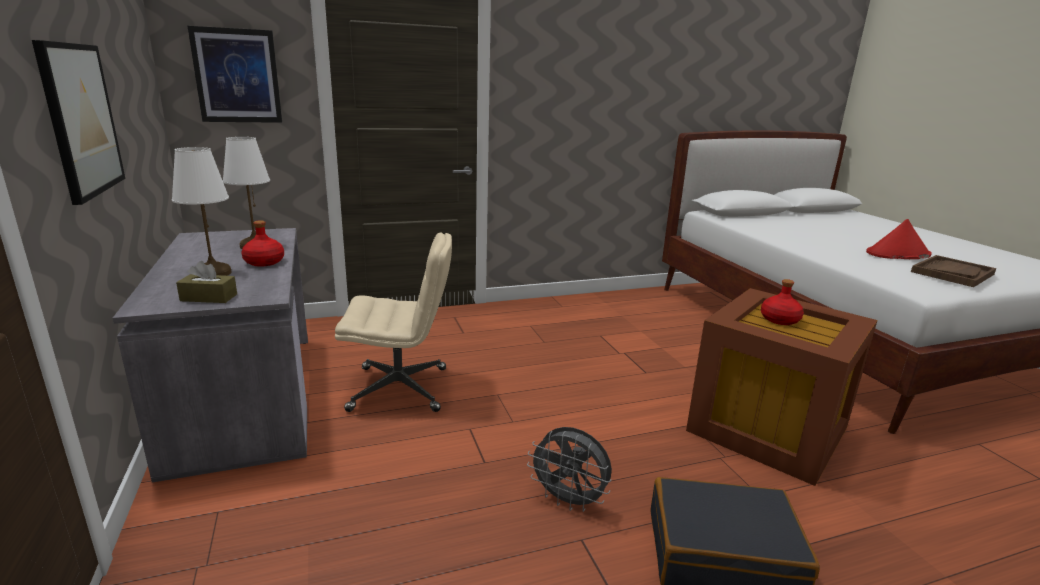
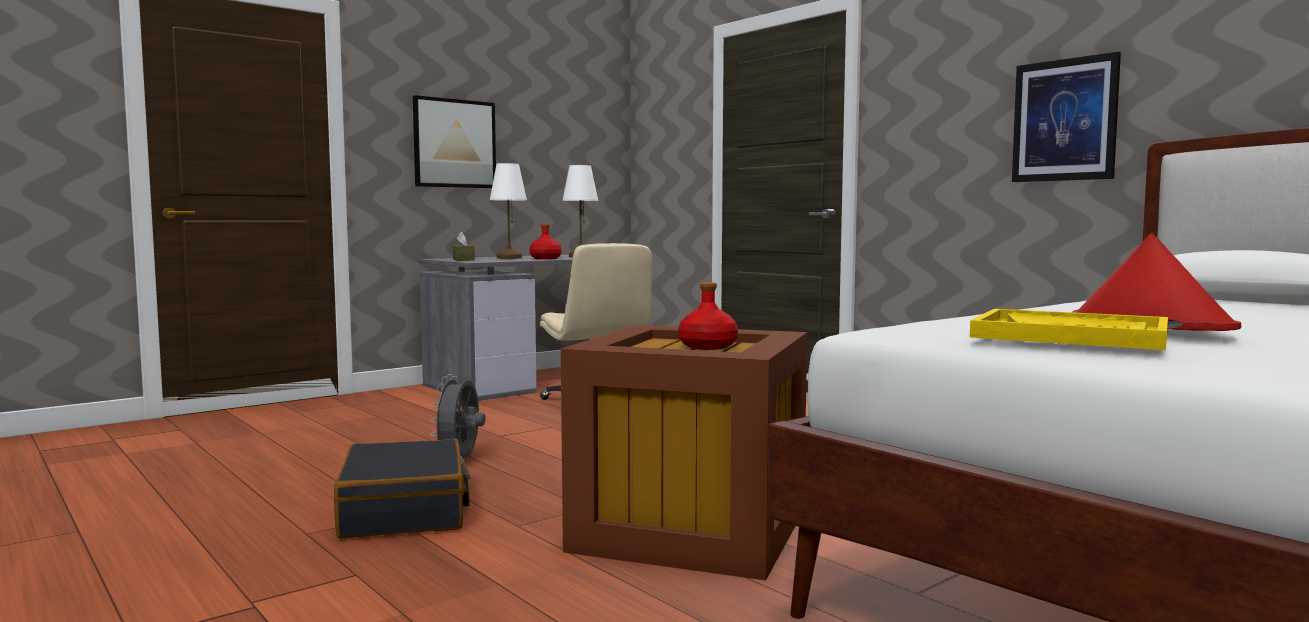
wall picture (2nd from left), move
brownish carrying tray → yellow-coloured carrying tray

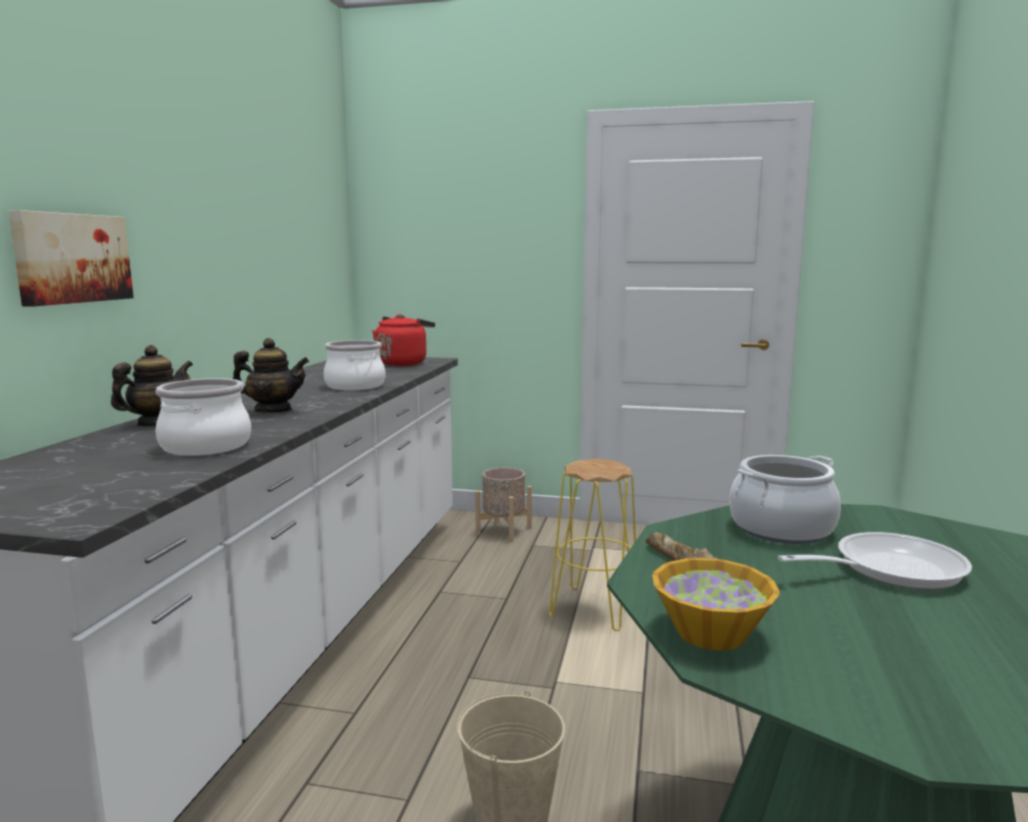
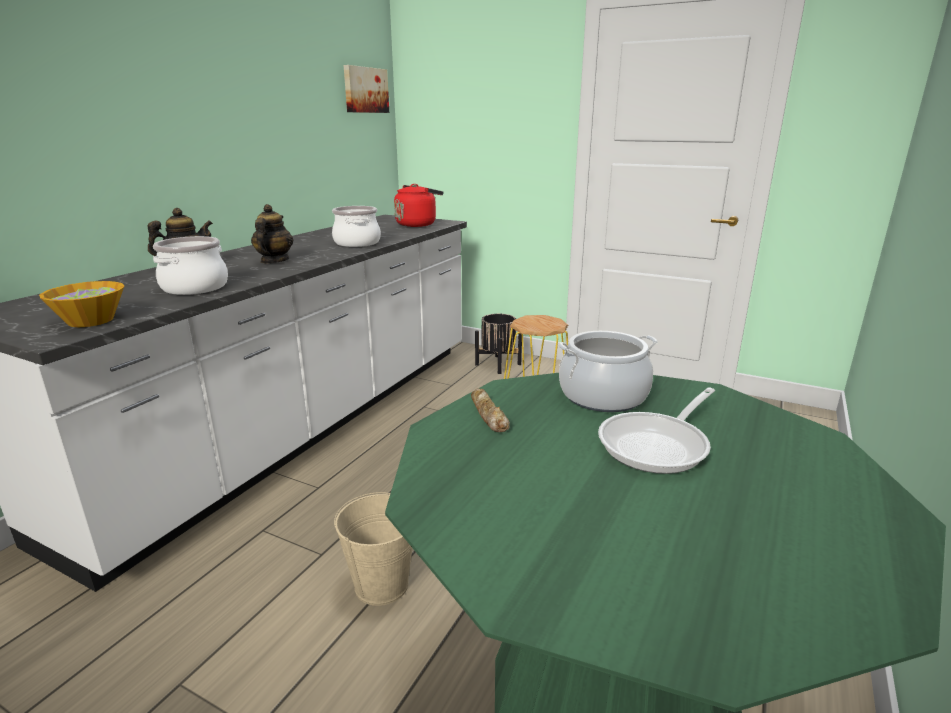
wall picture, move
deep dish, move
beige-coloured planter → blackish planter
pot for tea (2nd from left), 105 degrees counterclockwise
pan, 135 degrees clockwise

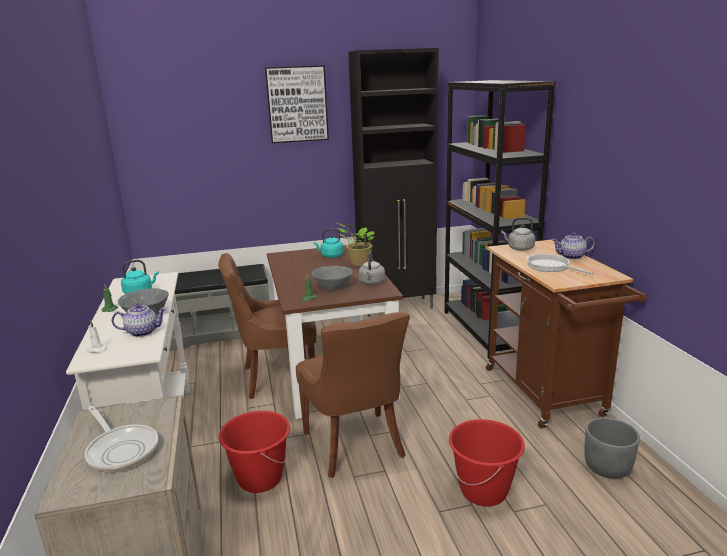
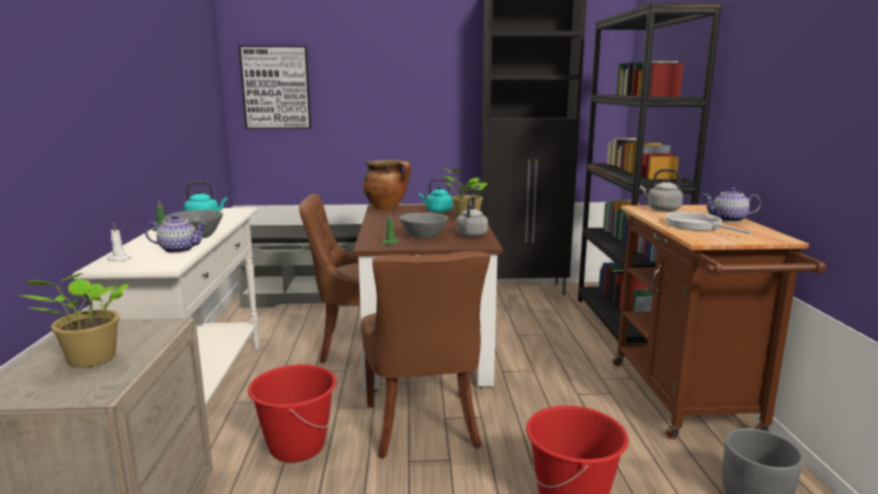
- → stockpot
wall picture, move
pan (1st from left) → plant in a pot (1st from left)

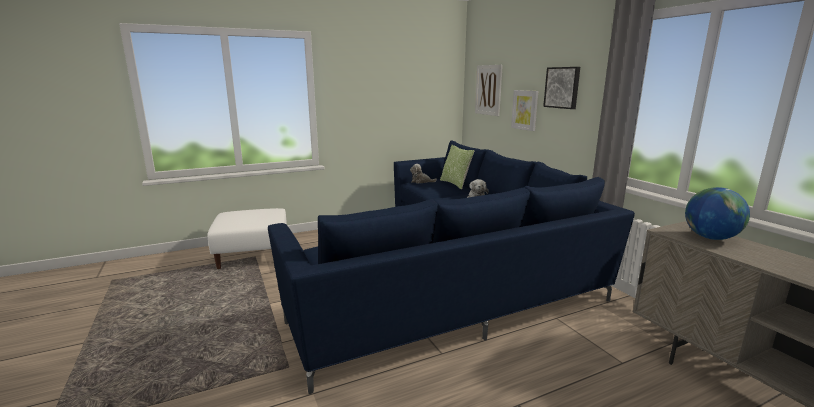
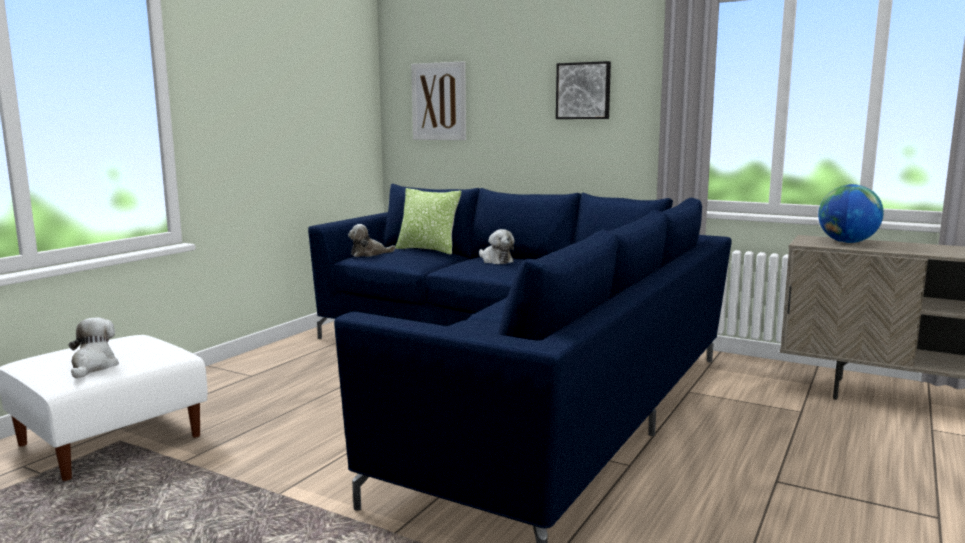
wall picture (2nd from left) → -
- → cuddly toy (1st from left)

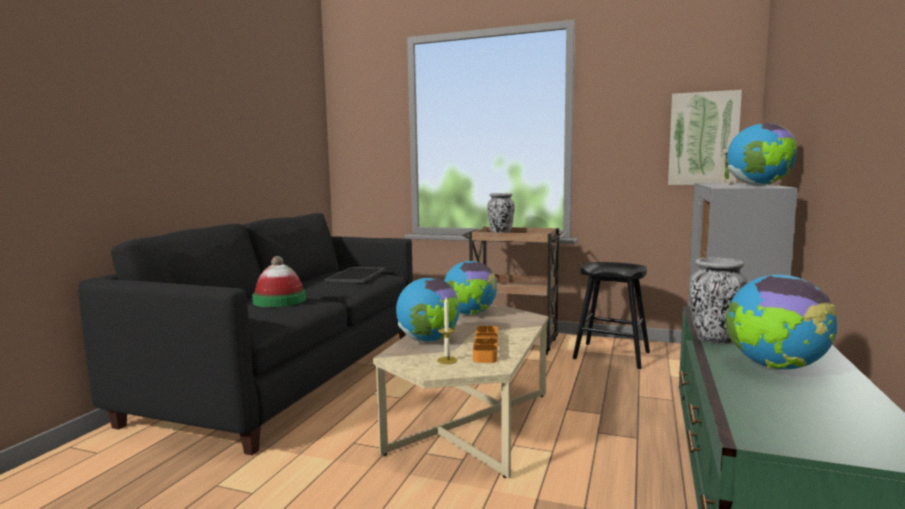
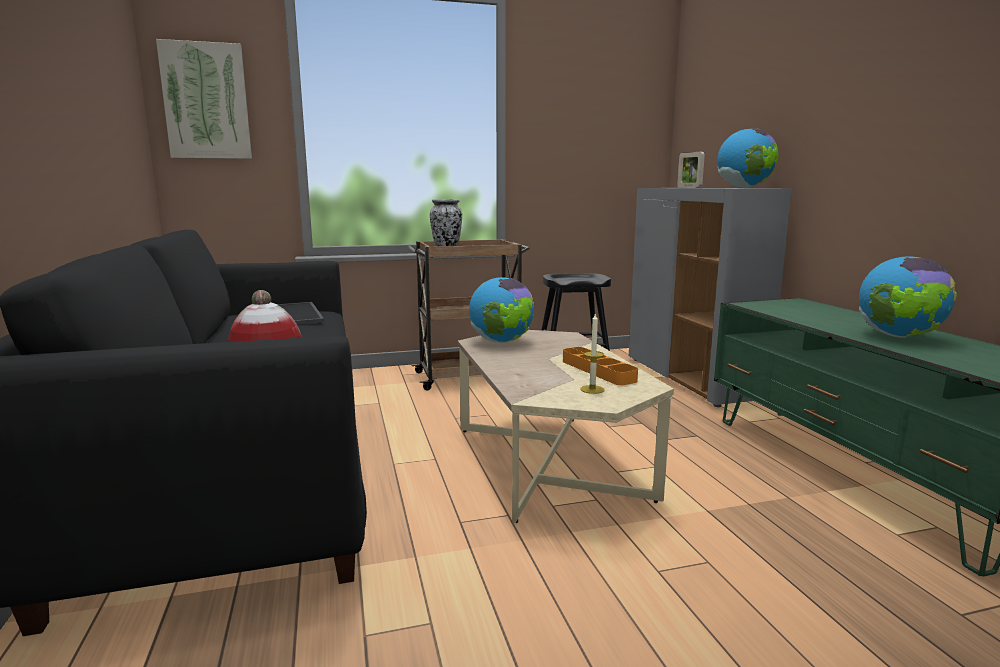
desk globe (1st from left) → -
vase (2nd from left) → -
wall picture, move

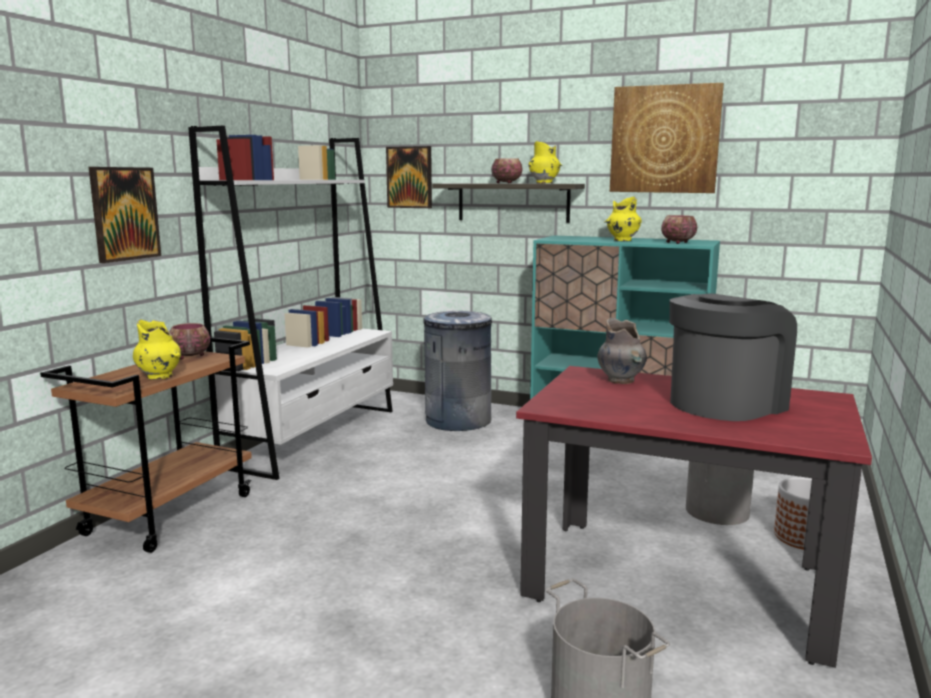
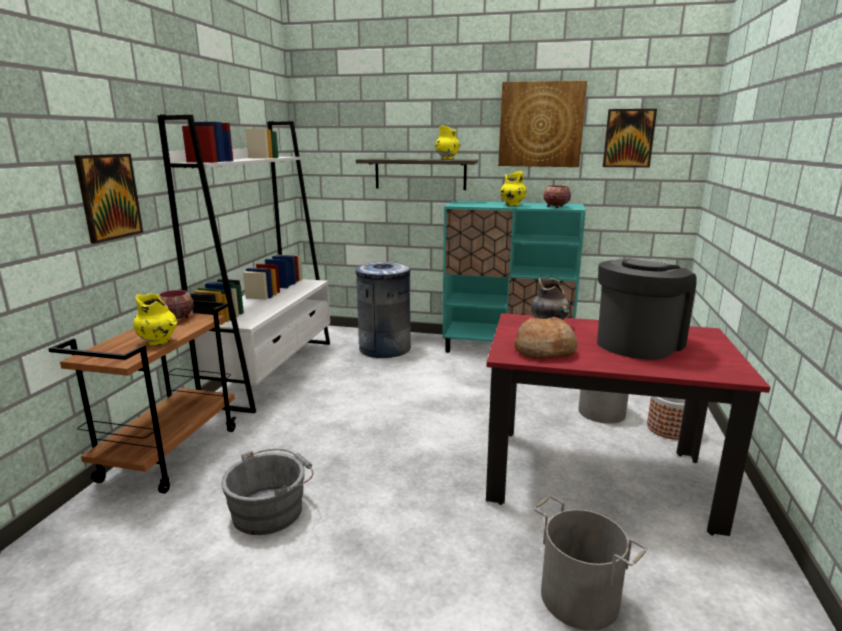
deep dish (2nd from left) → -
- → greyish water bucket (1st from left)
- → bakery bread
wall picture (2nd from left in the first image) → wall picture (3rd from left), move

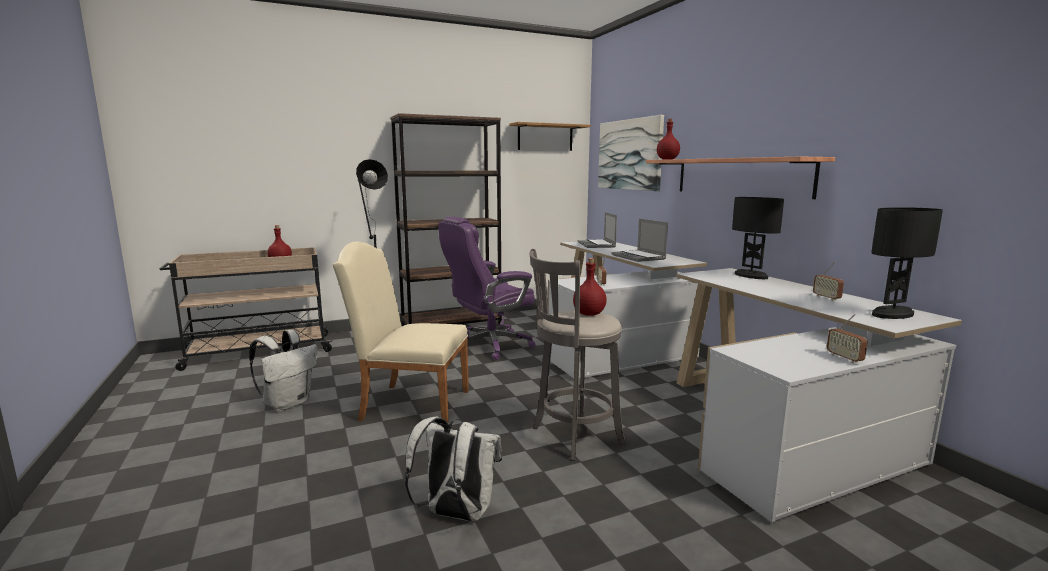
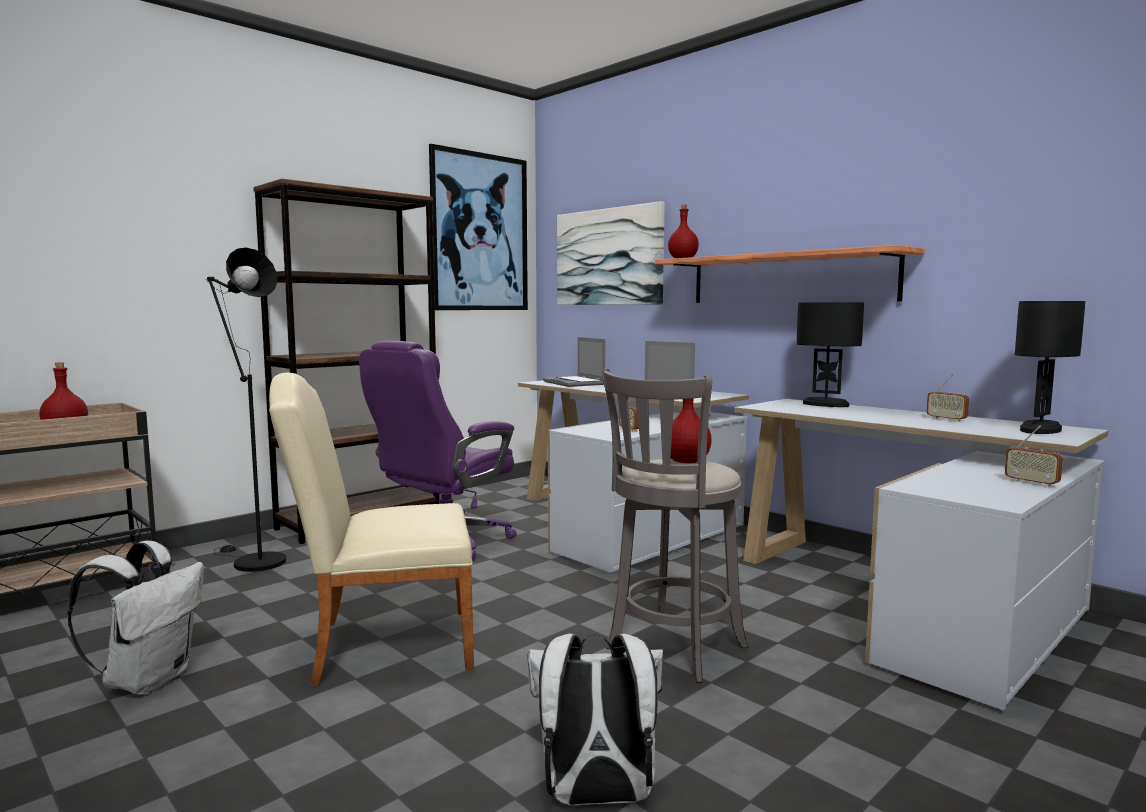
wall shelf (1st from left) → wall picture (1st from left)

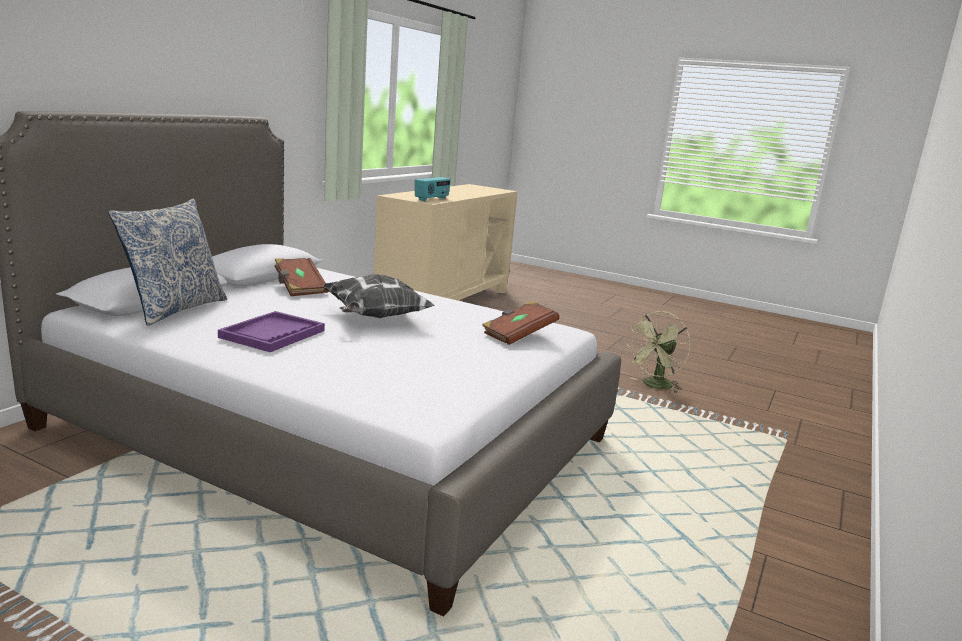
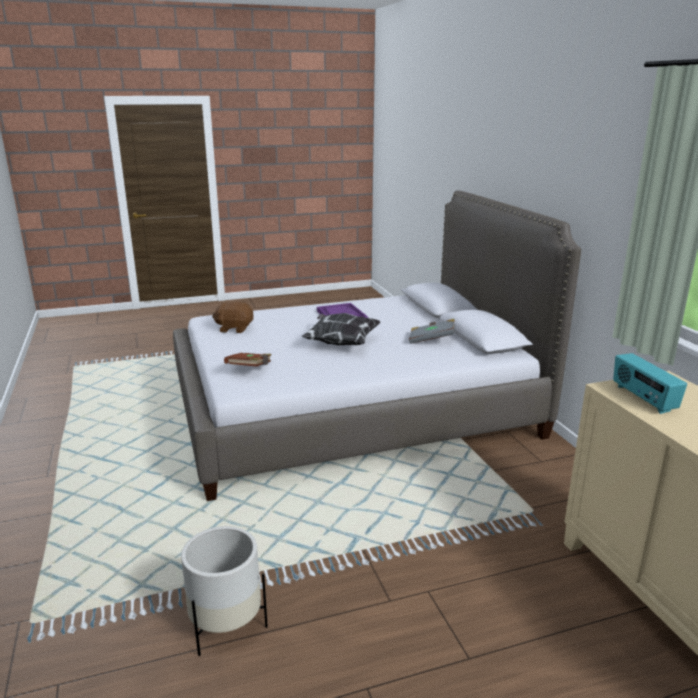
cushion (1st from left) → -
- → brownish cuddly toy
green-coloured cooling fan → white-coloured planter
brownish bound book (1st from left) → greyish bound book

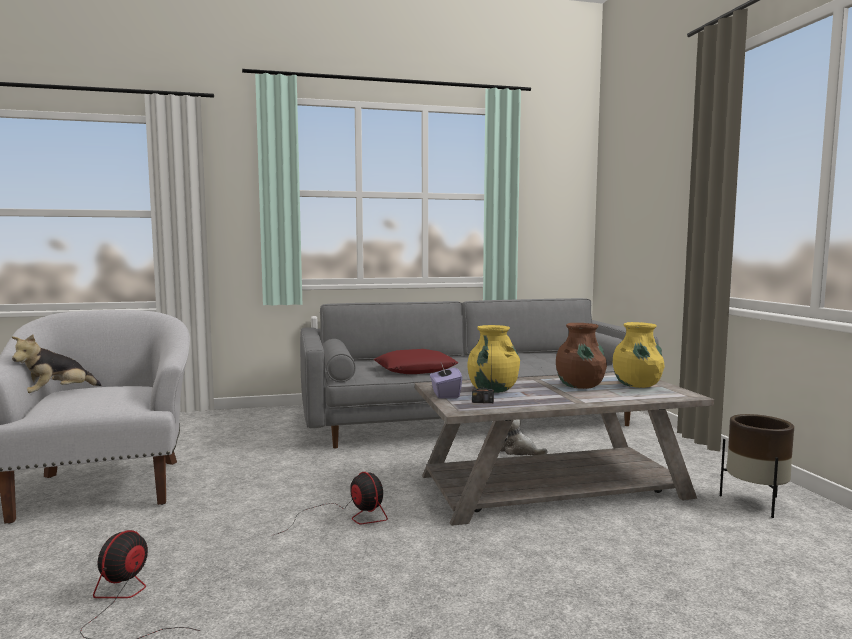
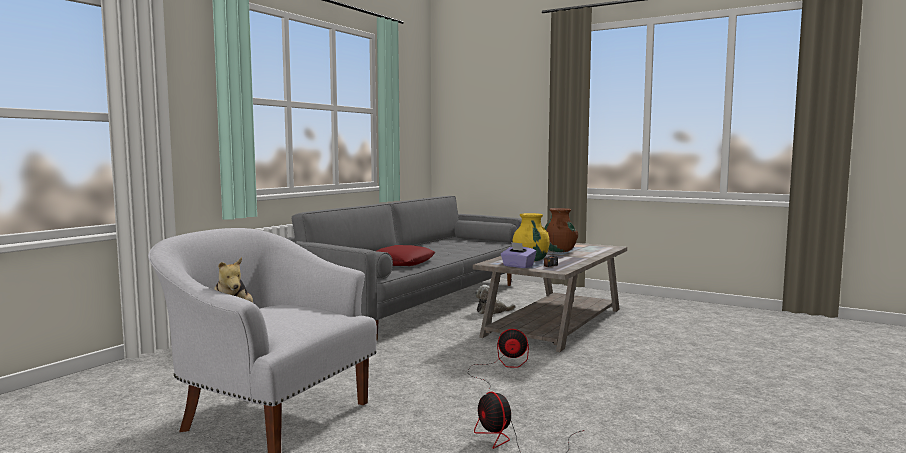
yellow-coloured vase (2nd from left) → -
brownish planter → -

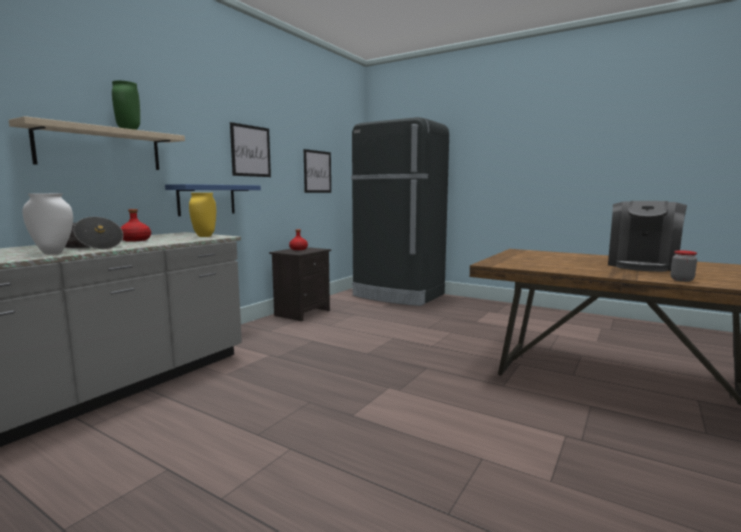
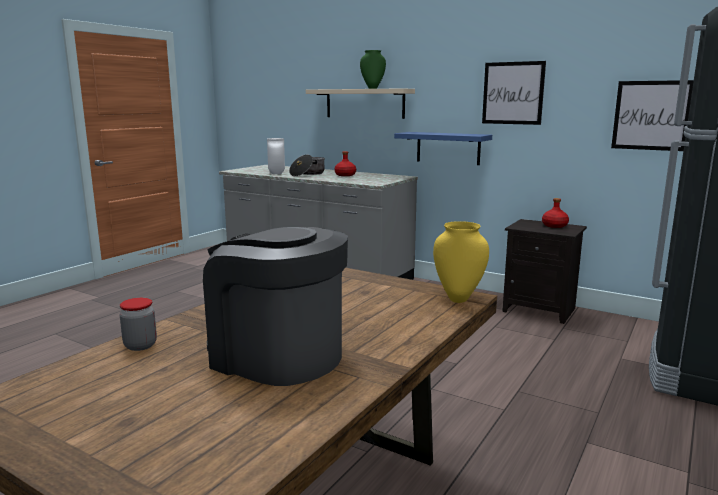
yellow-coloured vase, move

